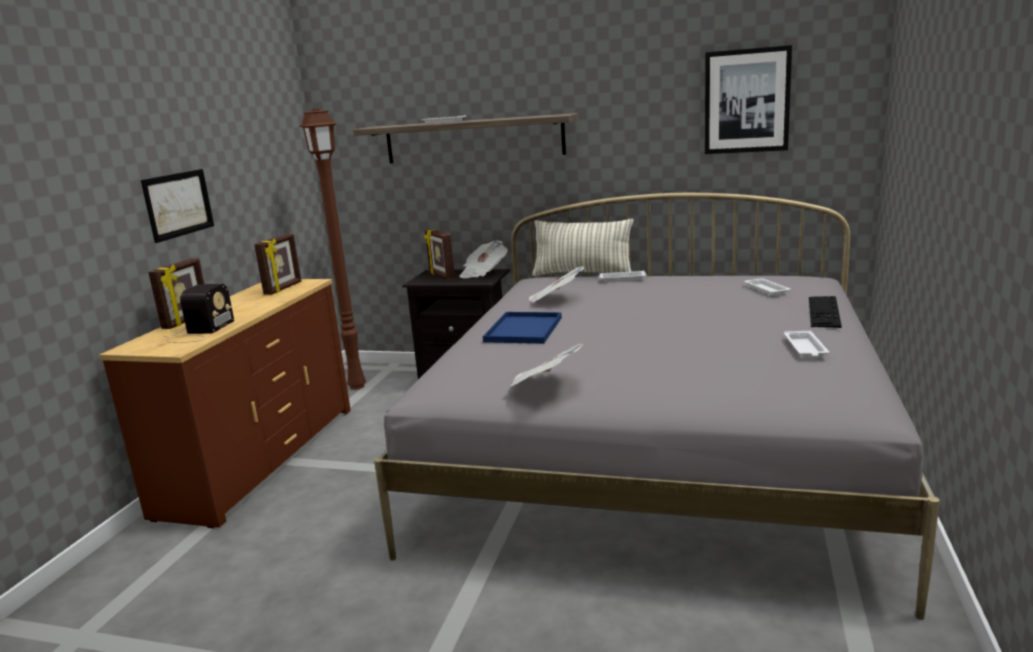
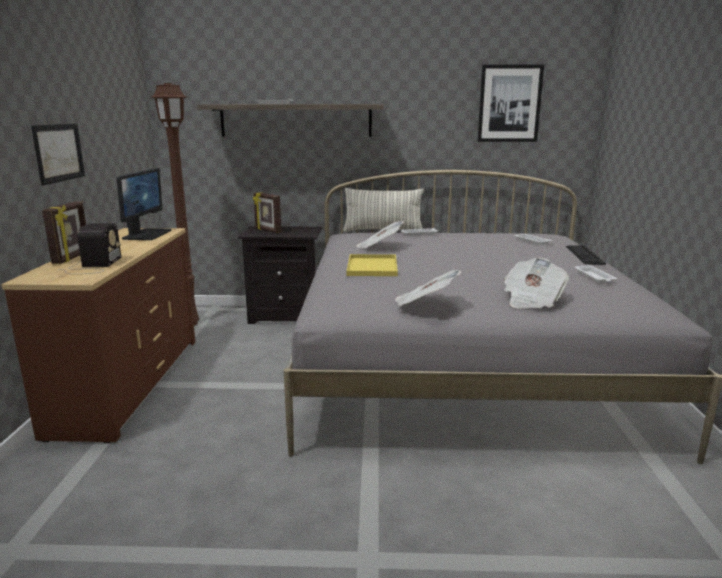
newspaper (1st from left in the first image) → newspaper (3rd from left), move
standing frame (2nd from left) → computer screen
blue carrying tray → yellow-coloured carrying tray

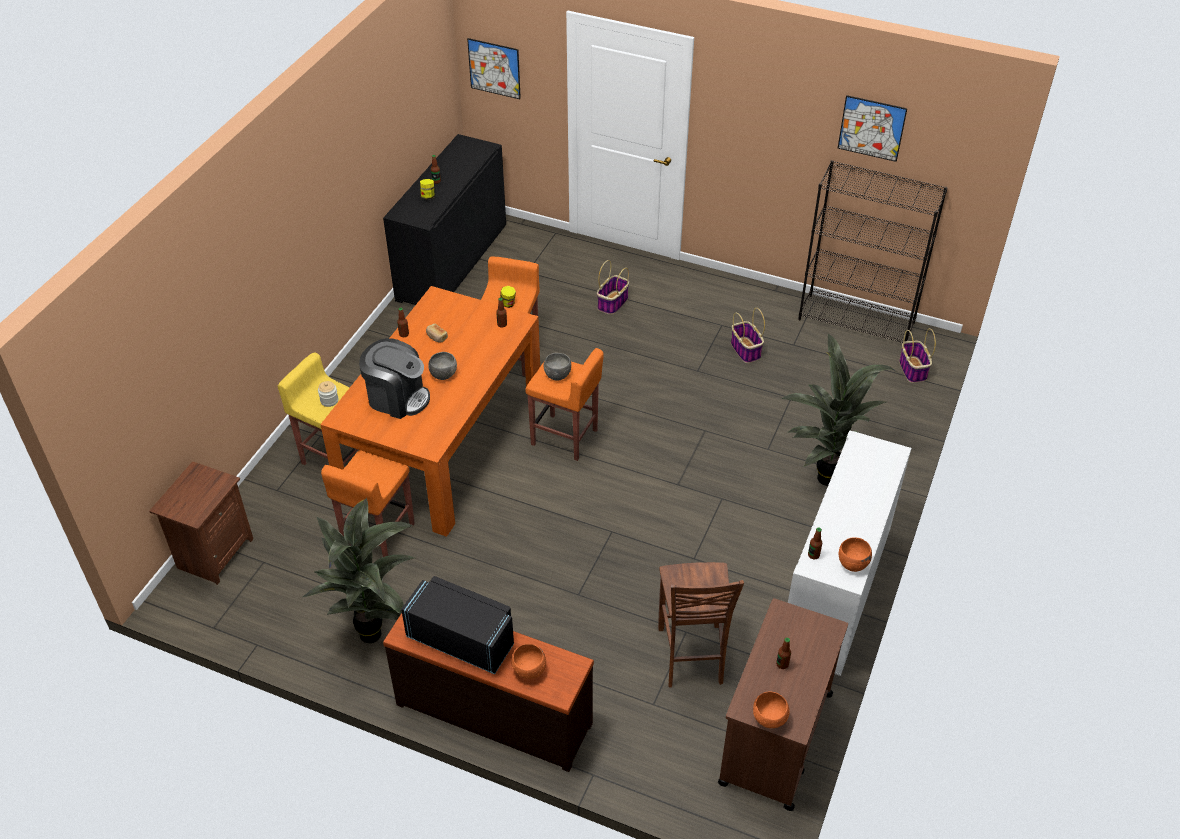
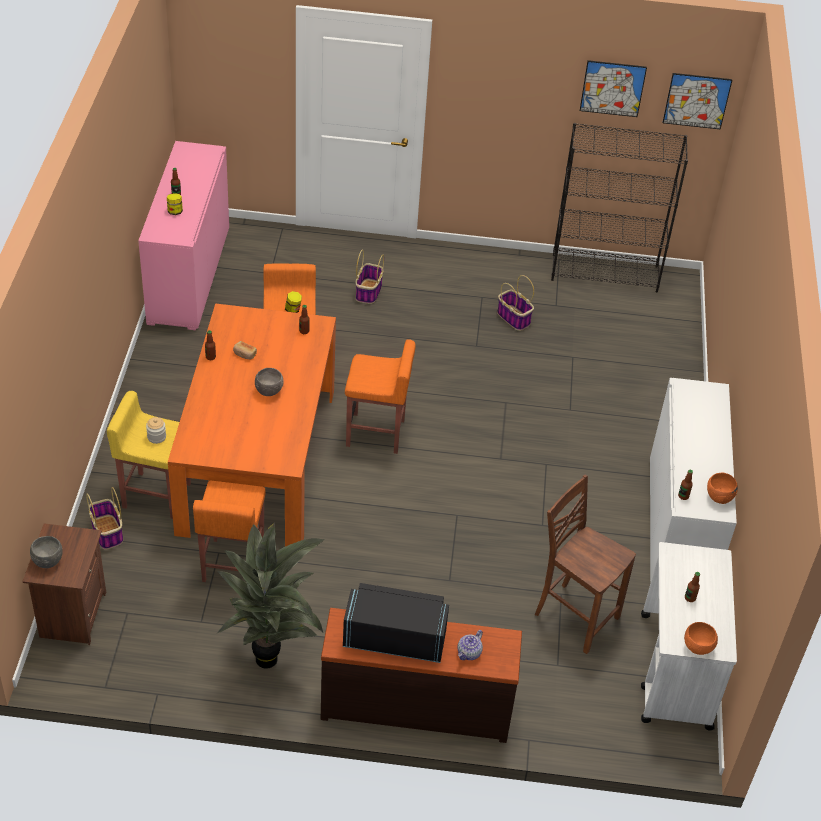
coffee brewer → -
plant in a pot (2nd from left) → -
wall picture (1st from left in the first image) → wall picture (2nd from left), move
greyish deep dish (2nd from left in the first image) → greyish deep dish (1st from left), move
storage basket (3rd from left in the first image) → storage basket (1st from left), move
orange deep dish (1st from left) → pot for tea
blackish cabinet → pinkish cabinet
brownish cart → white-coloured cart
brownish chair, 150 degrees clockwise

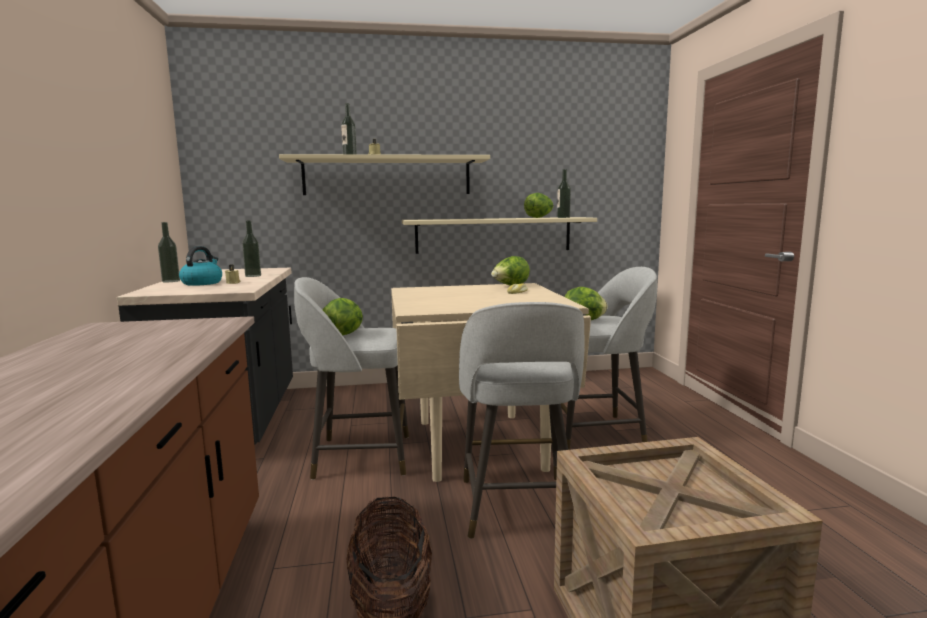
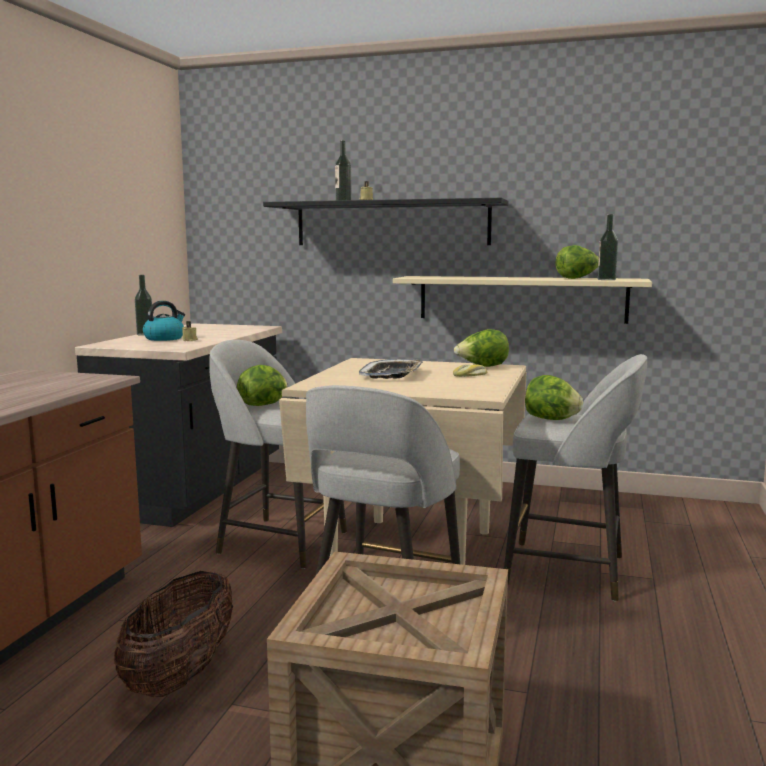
drink bottle (2nd from left) → -
- → carrying tray
beige-coloured wall shelf (1st from left) → blackish wall shelf

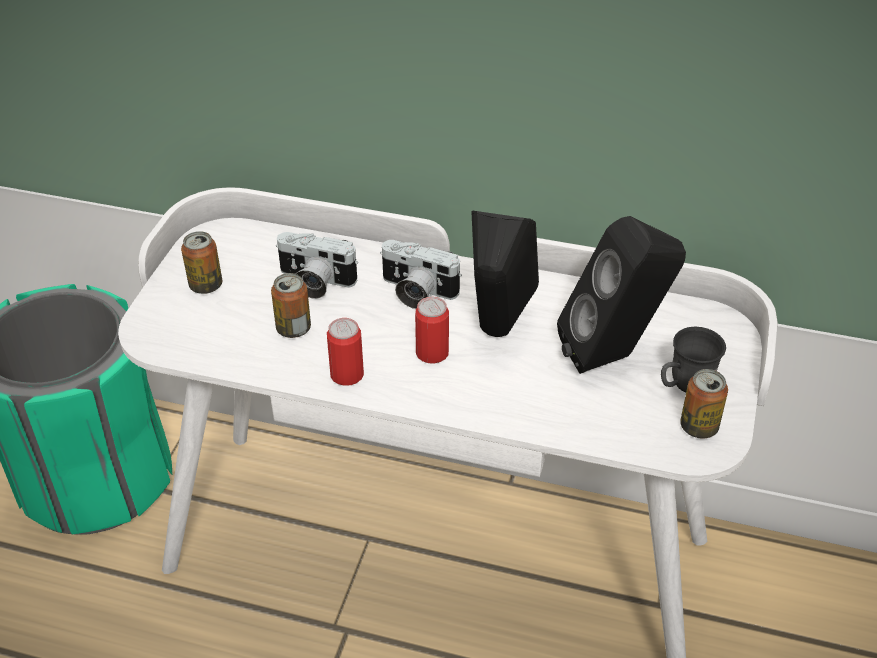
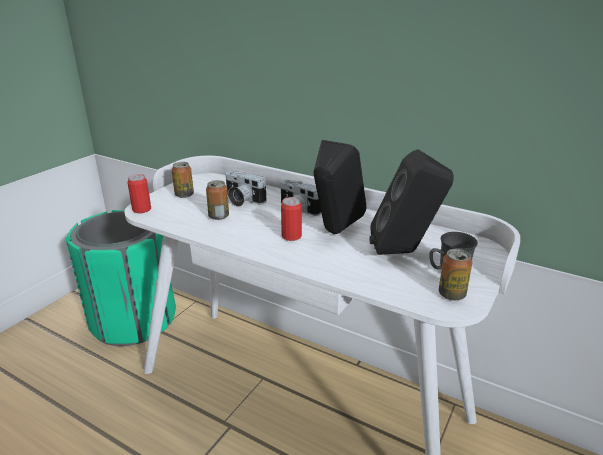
can (3rd from left in the first image) → can (1st from left), move

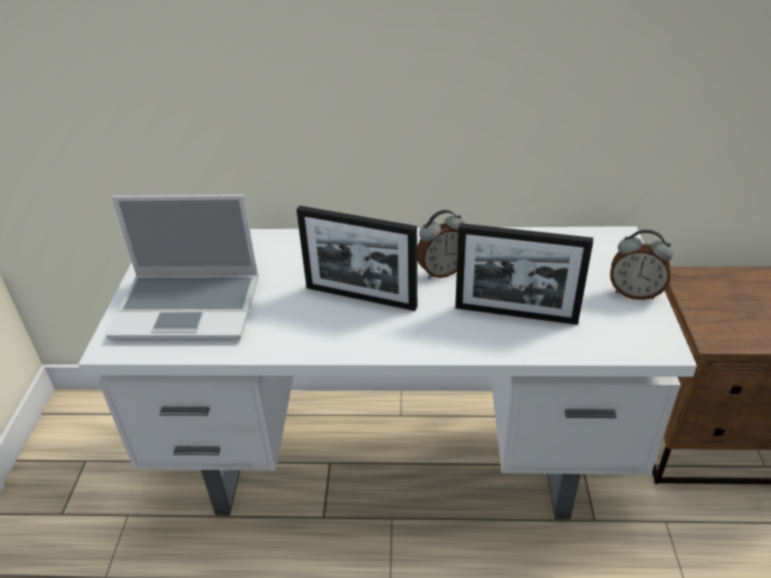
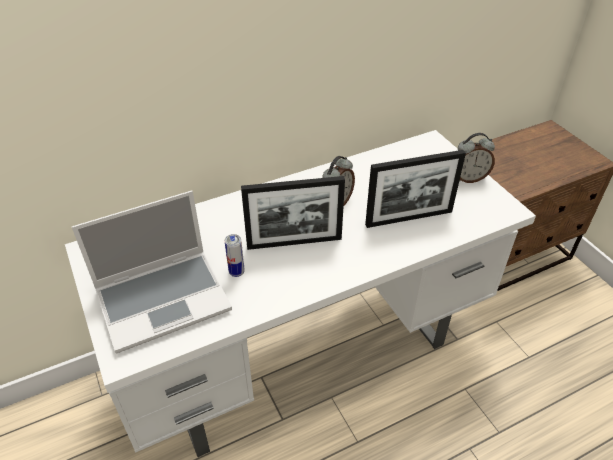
- → can

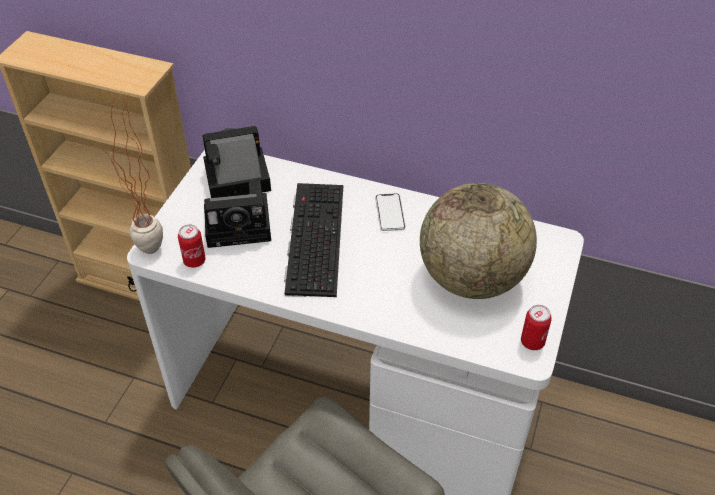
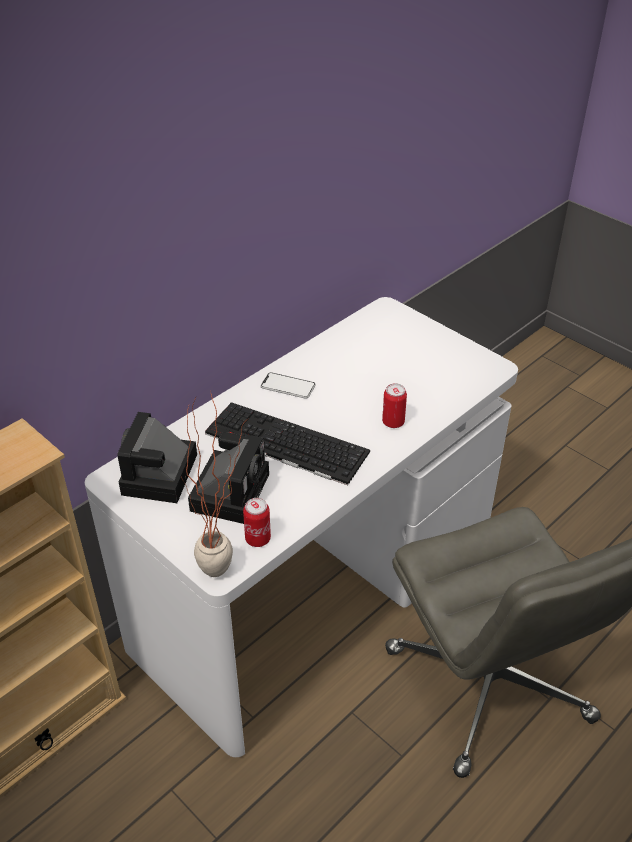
desk globe → -
can (2nd from left), move

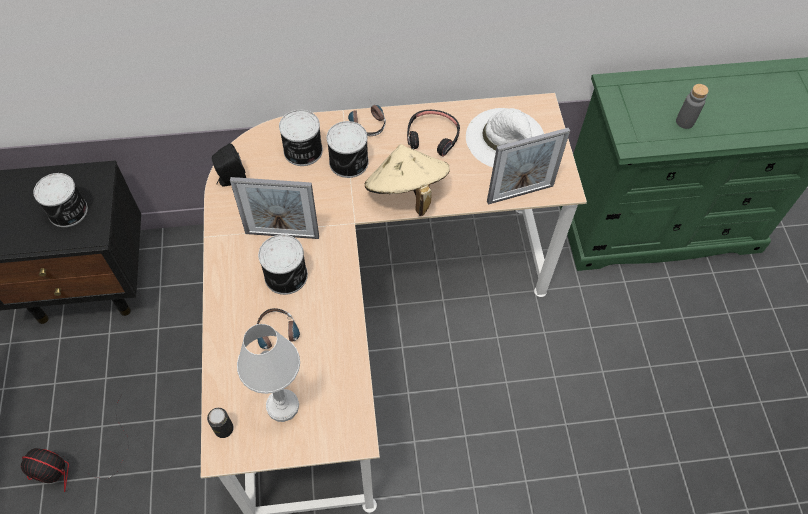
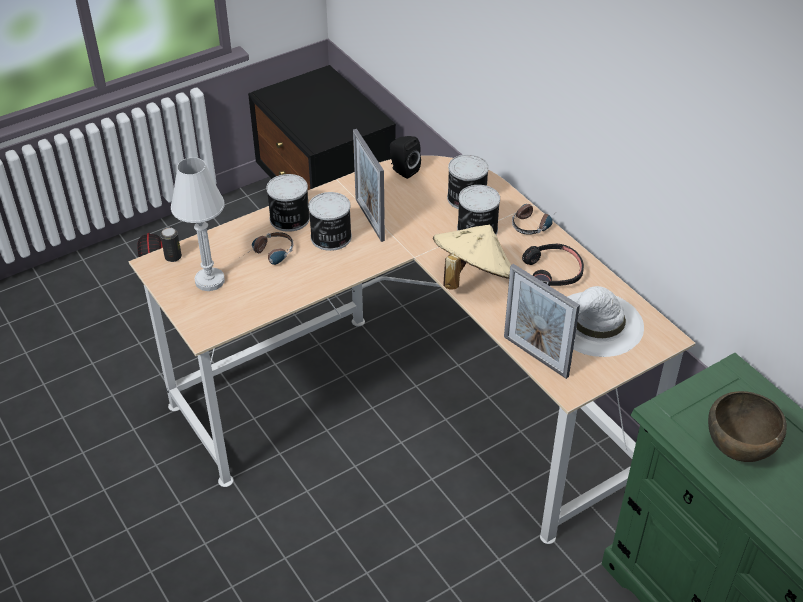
can (1st from left in the first image) → can (2nd from left), move
greyish drink bottle → brownish deep dish

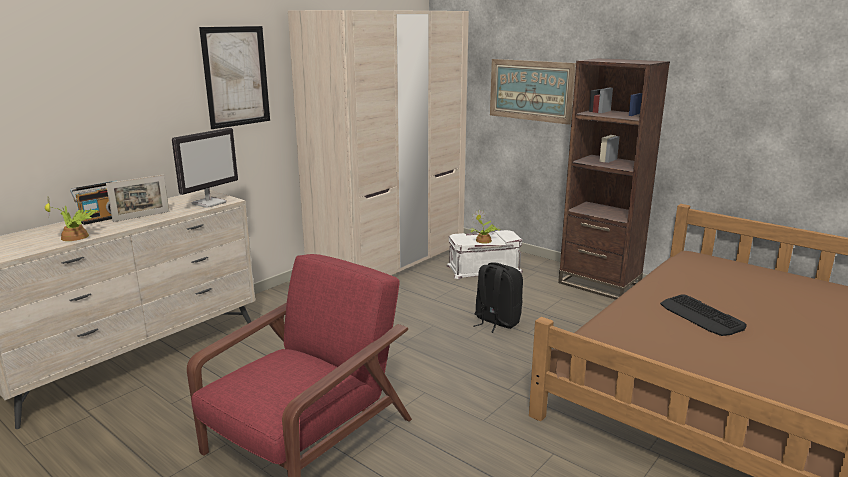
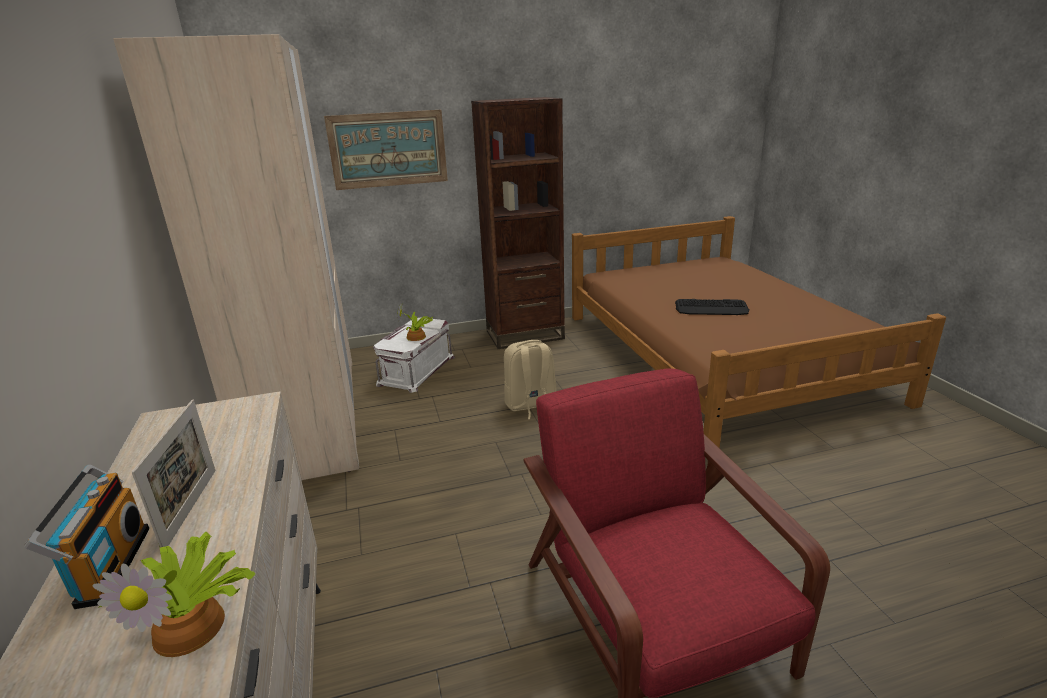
computer screen → -
wall picture (1st from left) → -
blackish knapsack → beige-coloured knapsack

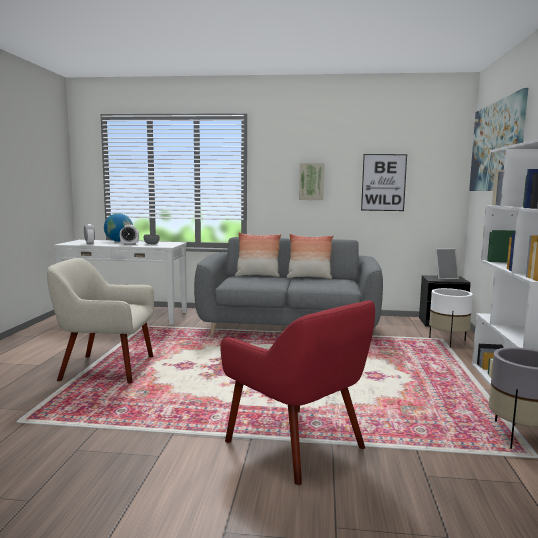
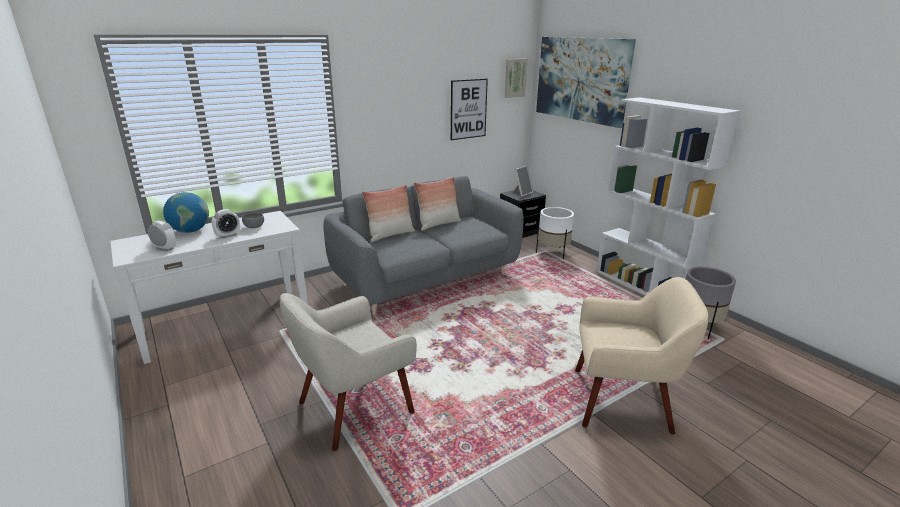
wall picture (1st from left in the first image) → wall picture (2nd from left), move
reddish easy chair → beige-coloured easy chair (2nd from left)

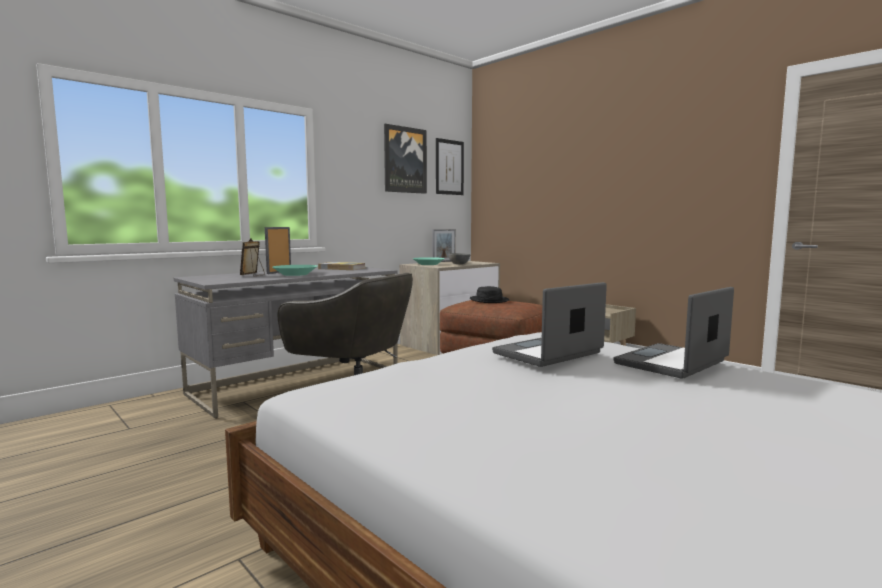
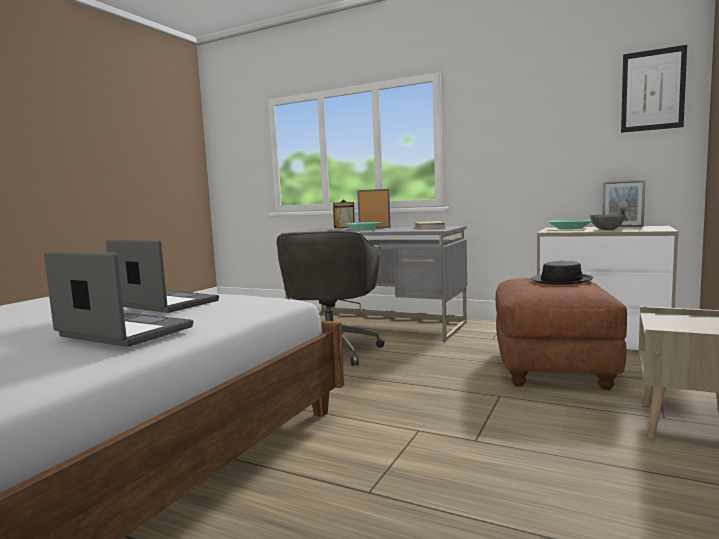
wall picture (1st from left) → -

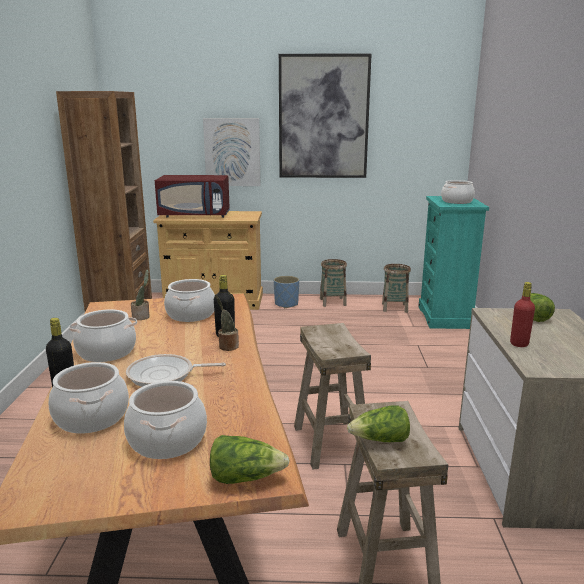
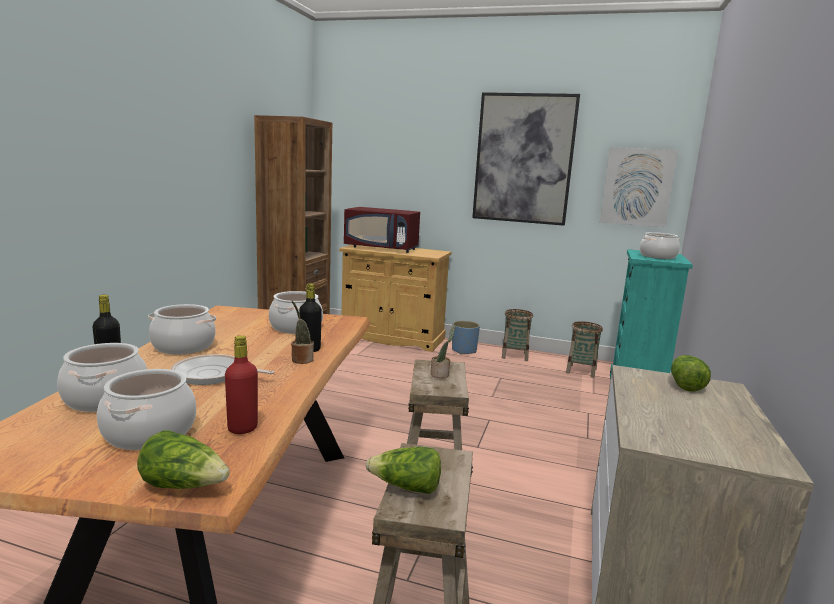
plant in a pot (1st from left in the first image) → plant in a pot (2nd from left), move
wall picture (1st from left in the first image) → wall picture (2nd from left), move
reddish drink bottle, move

